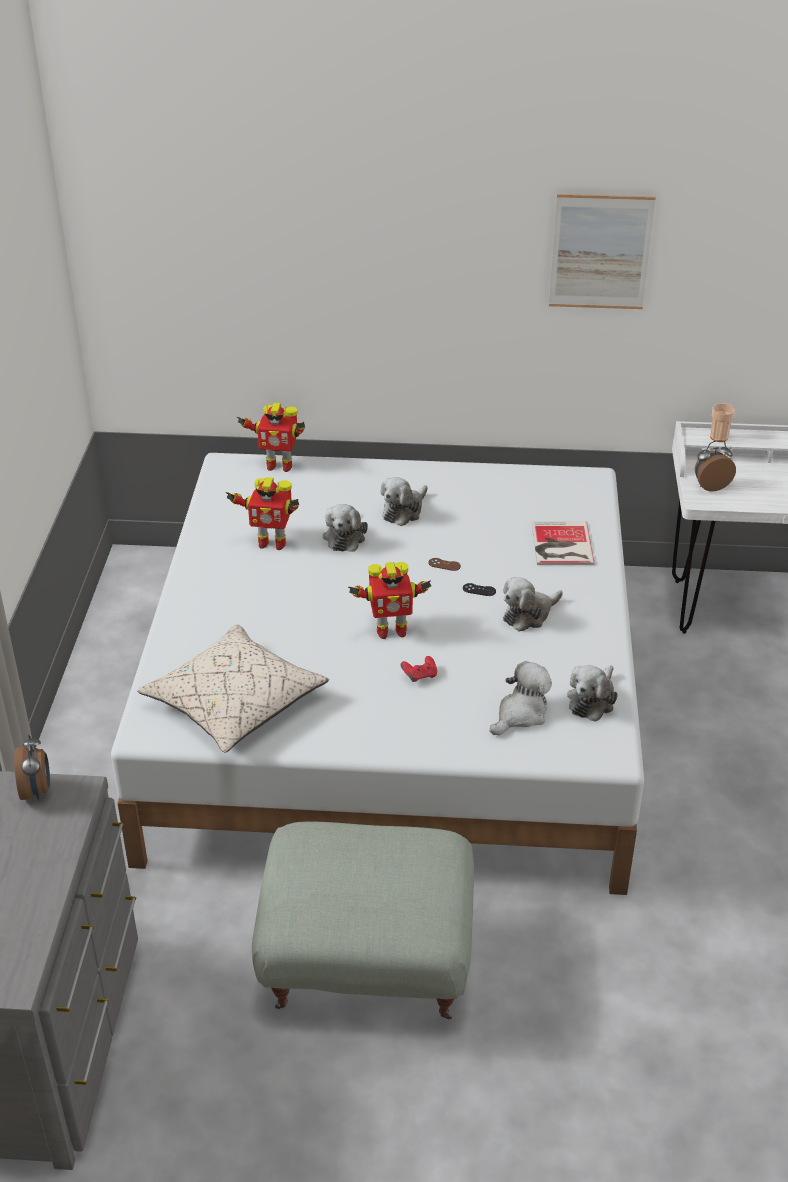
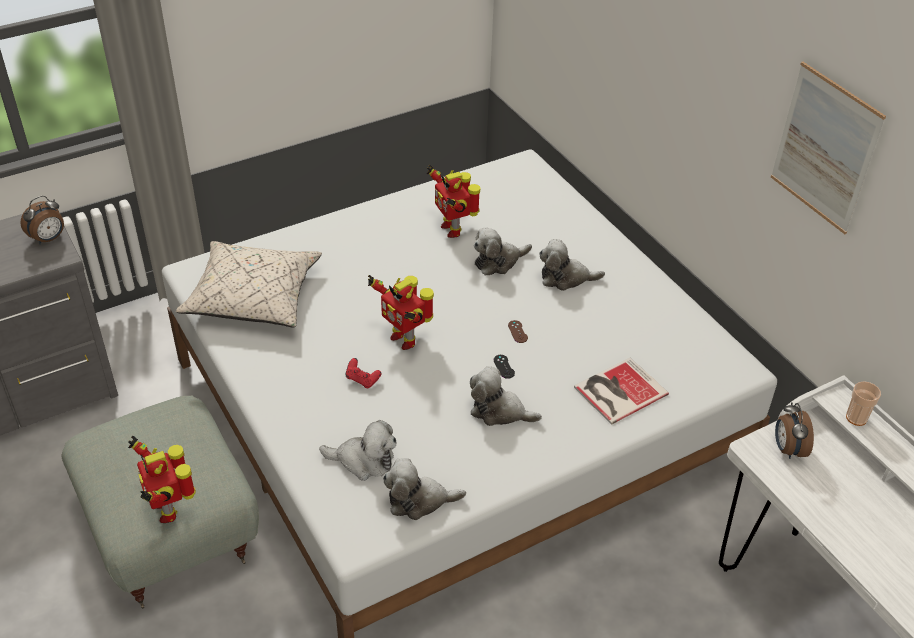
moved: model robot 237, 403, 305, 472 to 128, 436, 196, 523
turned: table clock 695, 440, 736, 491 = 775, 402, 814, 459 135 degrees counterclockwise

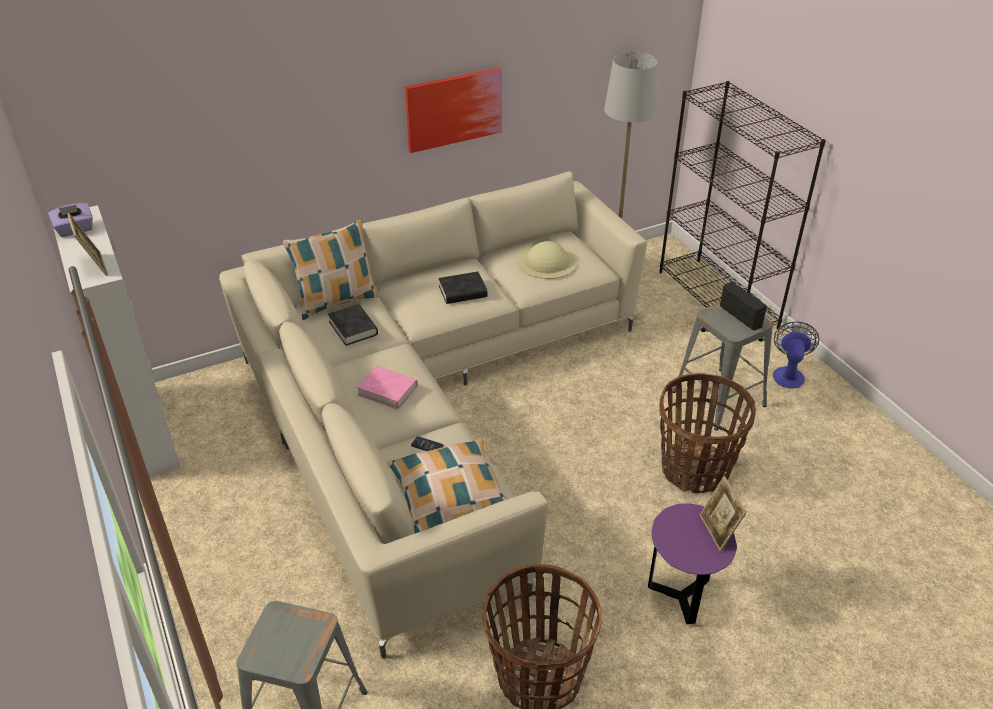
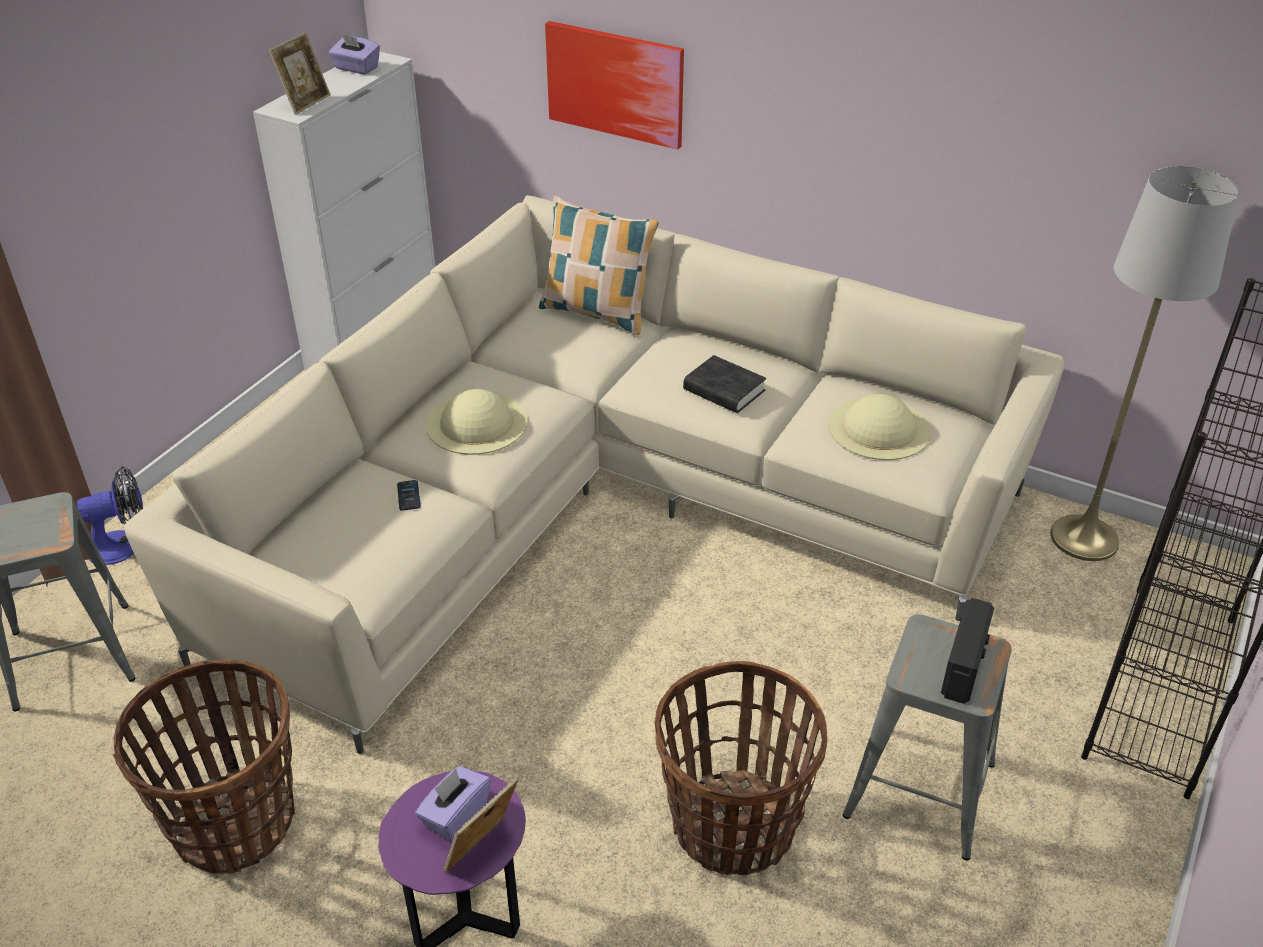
removed: black-coloured volume 328, 304, 378, 346; pillow 387, 439, 507, 533
added: purple tissue box 415, 766, 491, 841
moved: cooling fan 773, 322, 819, 389 to 77, 466, 143, 565; wall picture 405, 68, 502, 153 to 545, 21, 684, 150
replaced: pinkish volume 357, 366, 418, 410 to beige-coloured wearable hat 426, 389, 527, 455

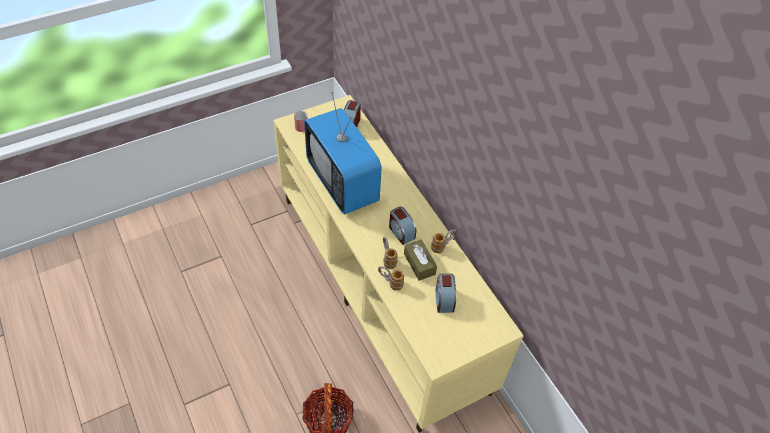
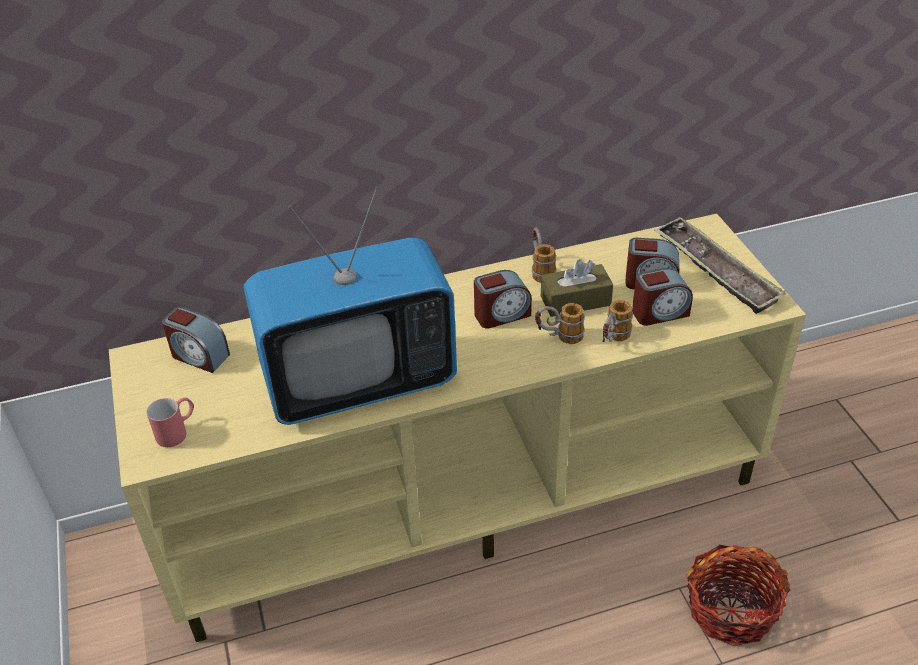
added: table clock 632, 268, 693, 326; serving tray 654, 217, 786, 314

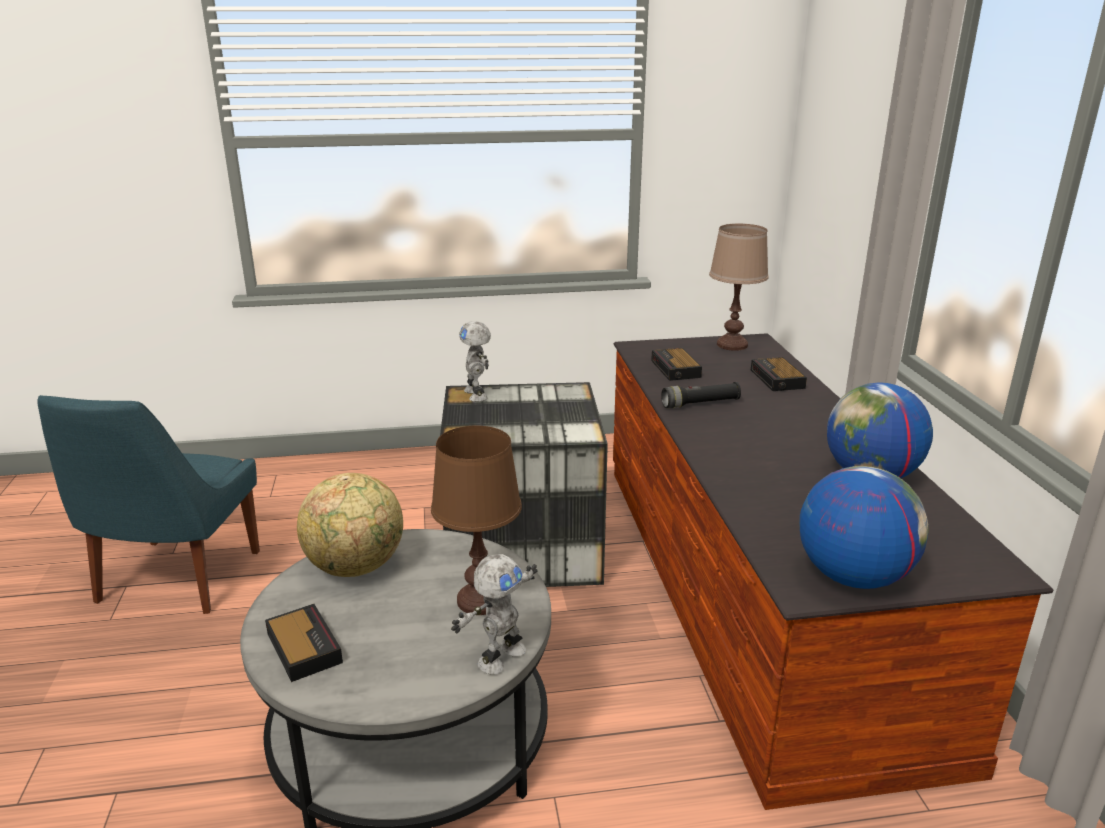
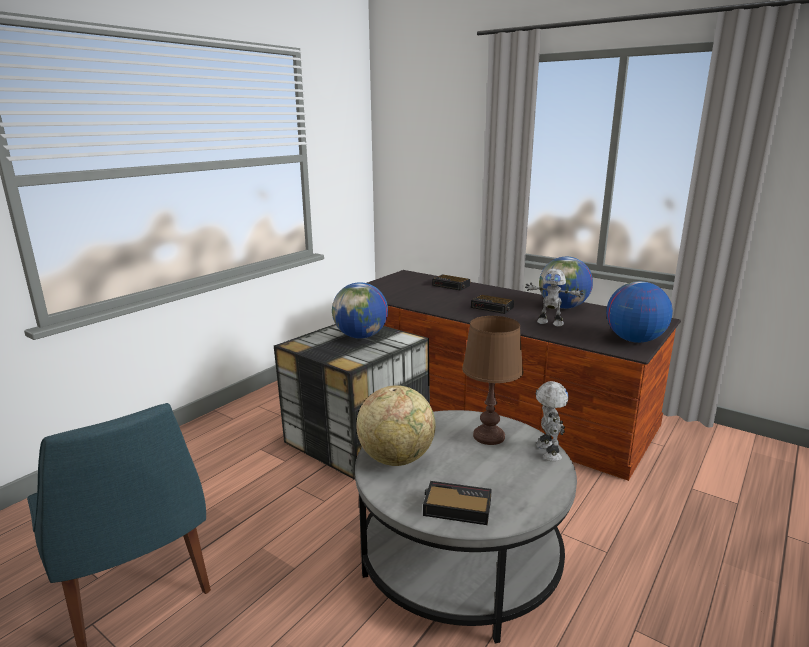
removed: black-coloured torch 661, 382, 741, 408; brown table lamp 709, 224, 769, 351
added: globe 332, 282, 388, 339
moved: table clock 651, 348, 702, 381 to 471, 295, 514, 314; model robot 459, 321, 491, 402 to 525, 269, 584, 326

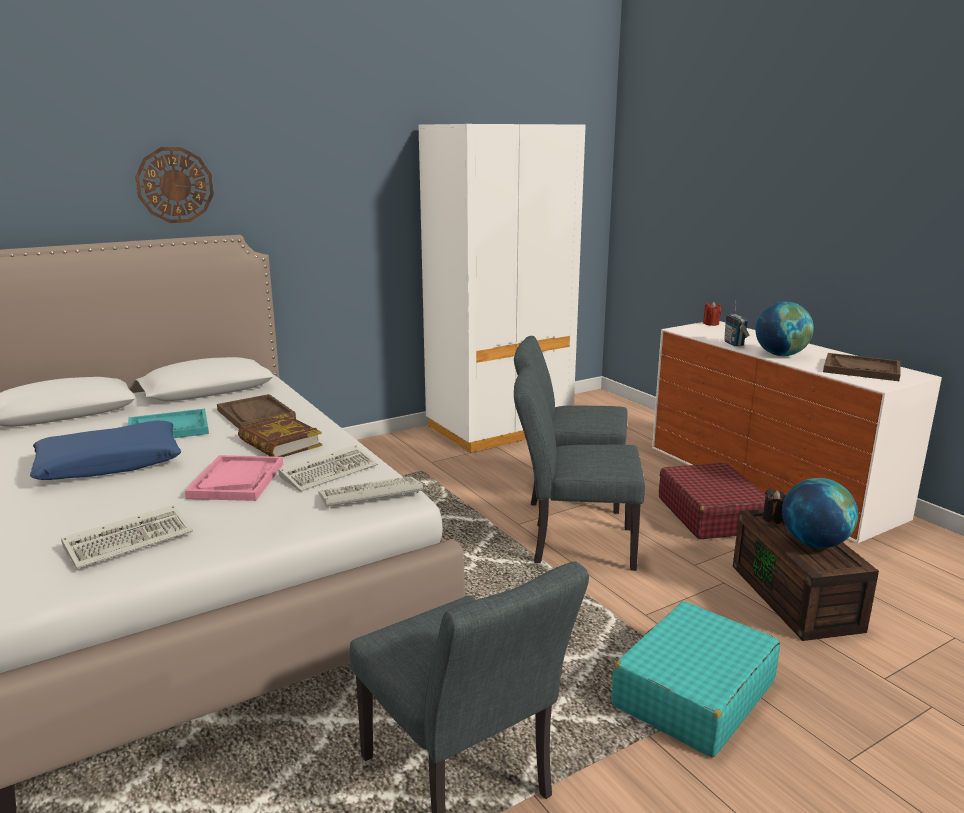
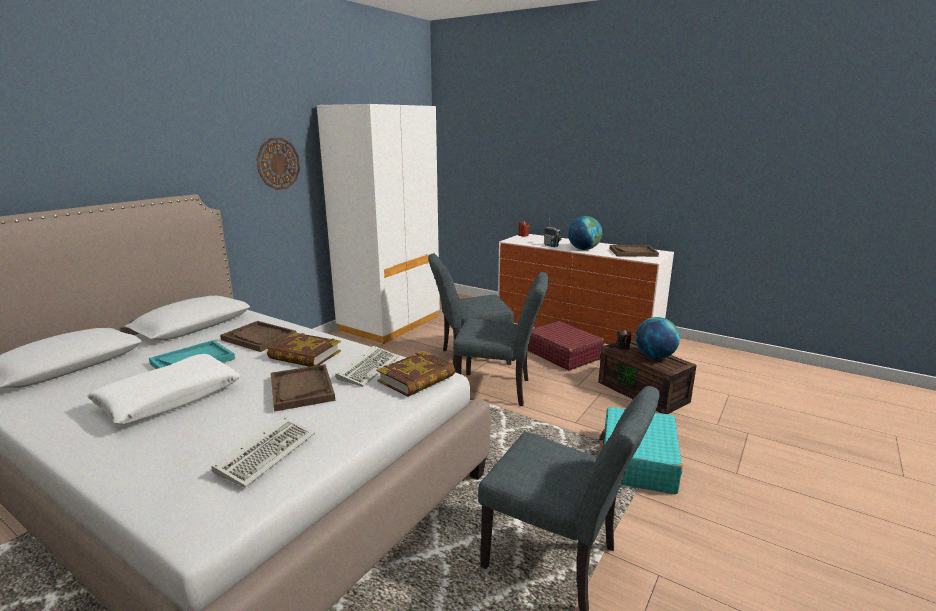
moved: wall clock 135, 147, 214, 223 to 257, 138, 300, 190
replaced: computer keyboard 318, 476, 423, 508 to volume 377, 351, 455, 397
recoloured: bluish pillow 30, 421, 181, 480 to white-coloured pillow 87, 354, 241, 425; pinkish serving tray 185, 455, 283, 501 to brown serving tray 271, 364, 335, 412
turned: greyish plain chair 514, 367, 645, 571 = 453, 272, 548, 406 150 degrees counterclockwise

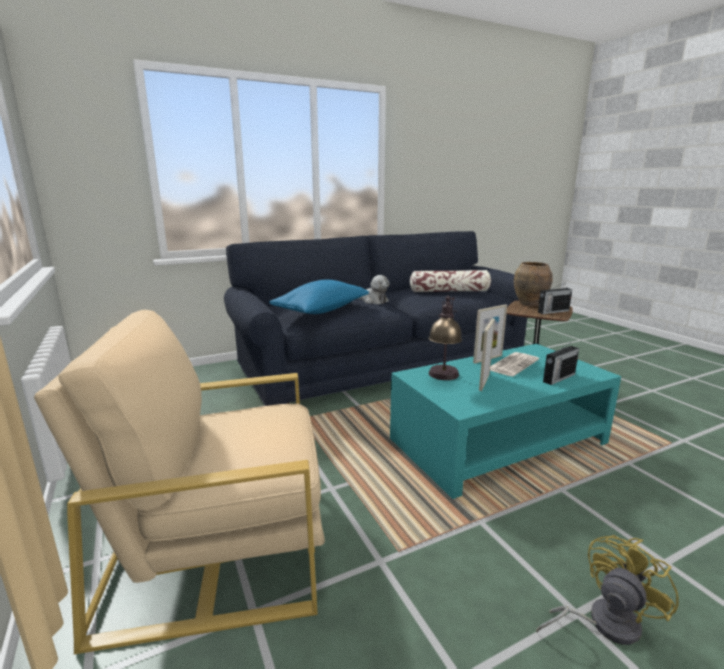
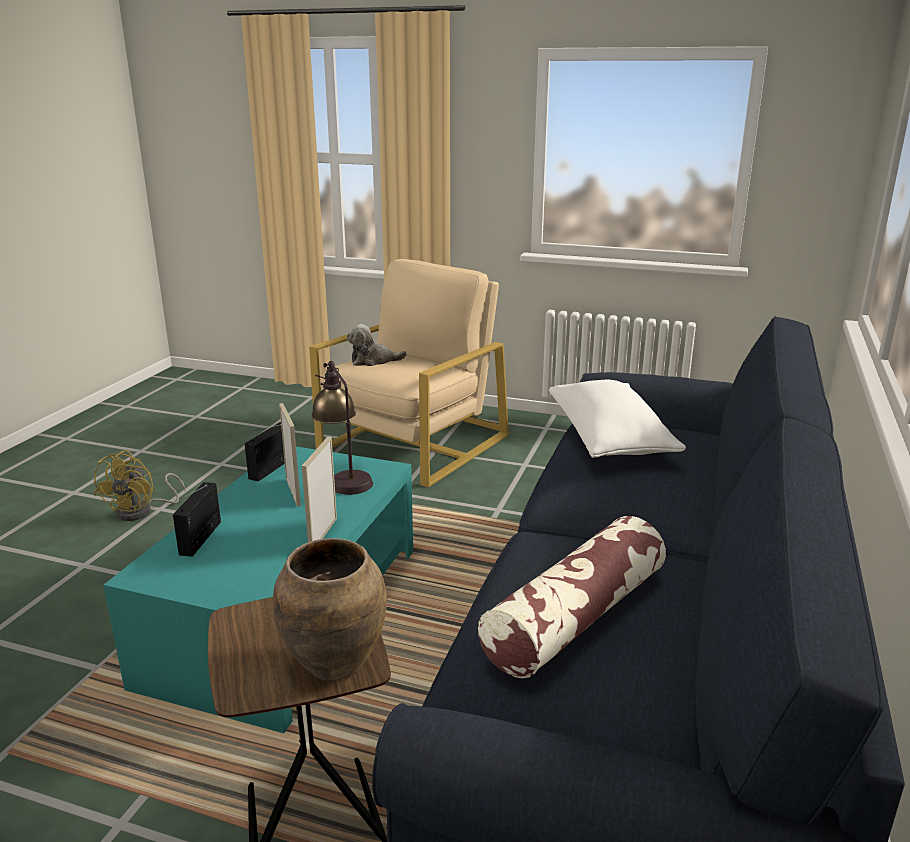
removed: newspaper 490, 352, 539, 376
moved: radio 538, 283, 572, 314 to 244, 422, 285, 482; soft toy 358, 275, 390, 304 to 347, 324, 407, 366
recoloured: bluish pillow 269, 280, 369, 314 to white-coloured pillow 549, 380, 686, 458

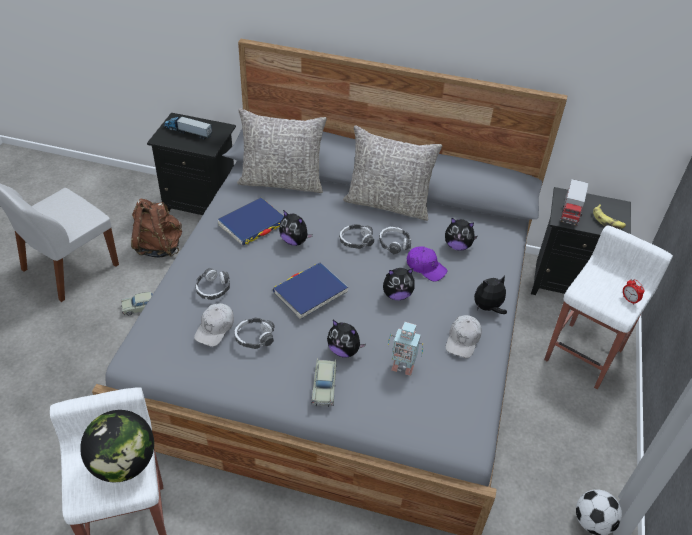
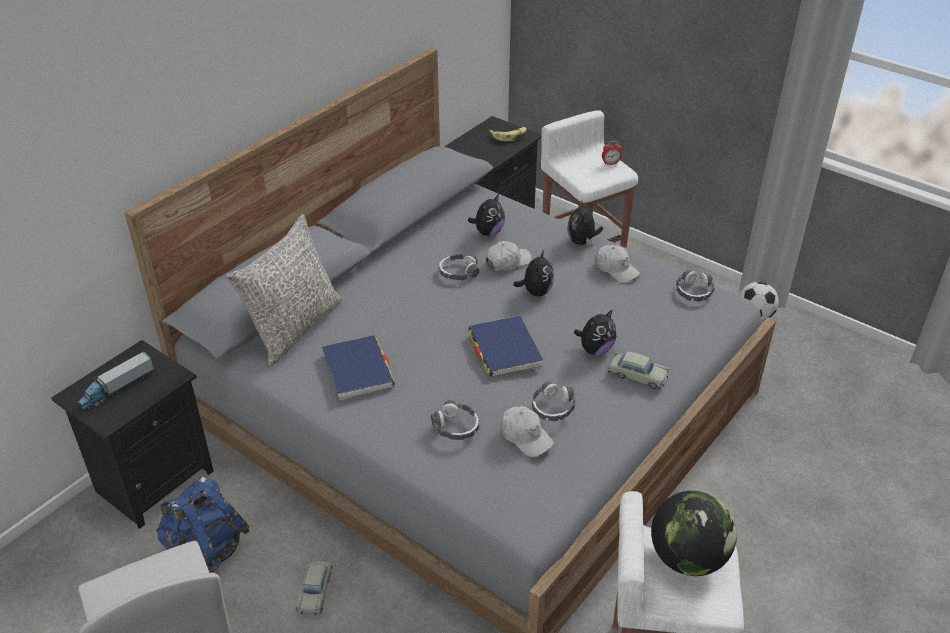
removed: soft toy 279, 210, 313, 246; greyish pillow 343, 125, 442, 221; model robot 388, 322, 423, 376; toy truck 560, 179, 589, 226
moved: headset 339, 224, 374, 249 to 676, 270, 715, 302
recoloured: brown knapsack 131, 199, 182, 258 to bluish knapsack 156, 476, 249, 573; purple cap 407, 246, 448, 281 to white-coloured cap 486, 241, 532, 271

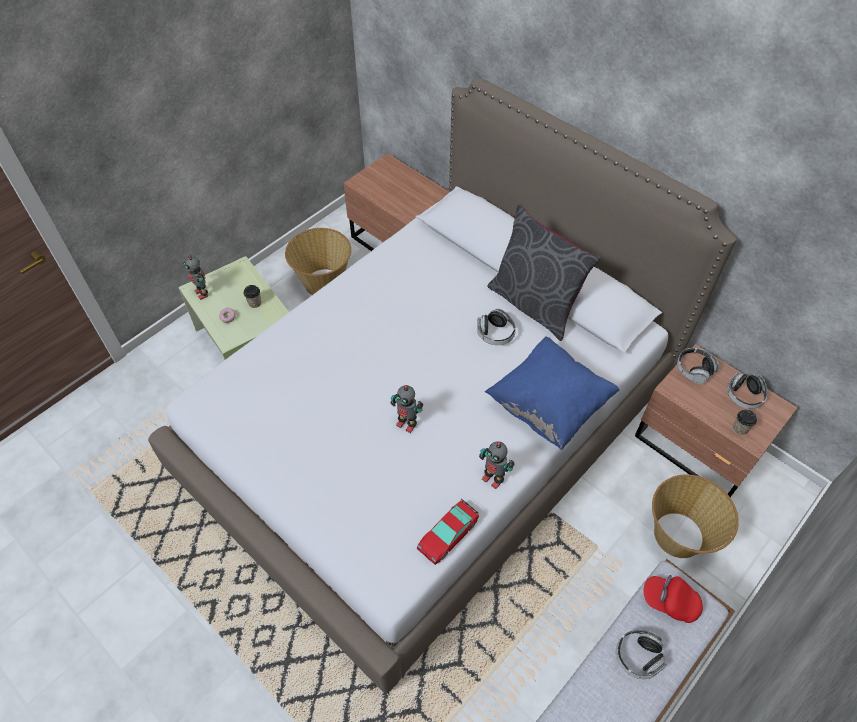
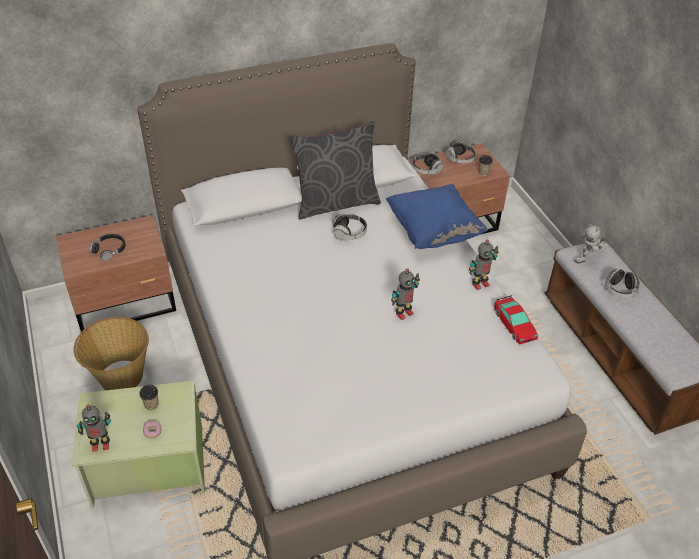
removed: household basket 652, 474, 739, 558
added: black-coloured headset 89, 234, 125, 261
replaced: red cap 643, 575, 703, 623 to model robot 575, 224, 607, 264

